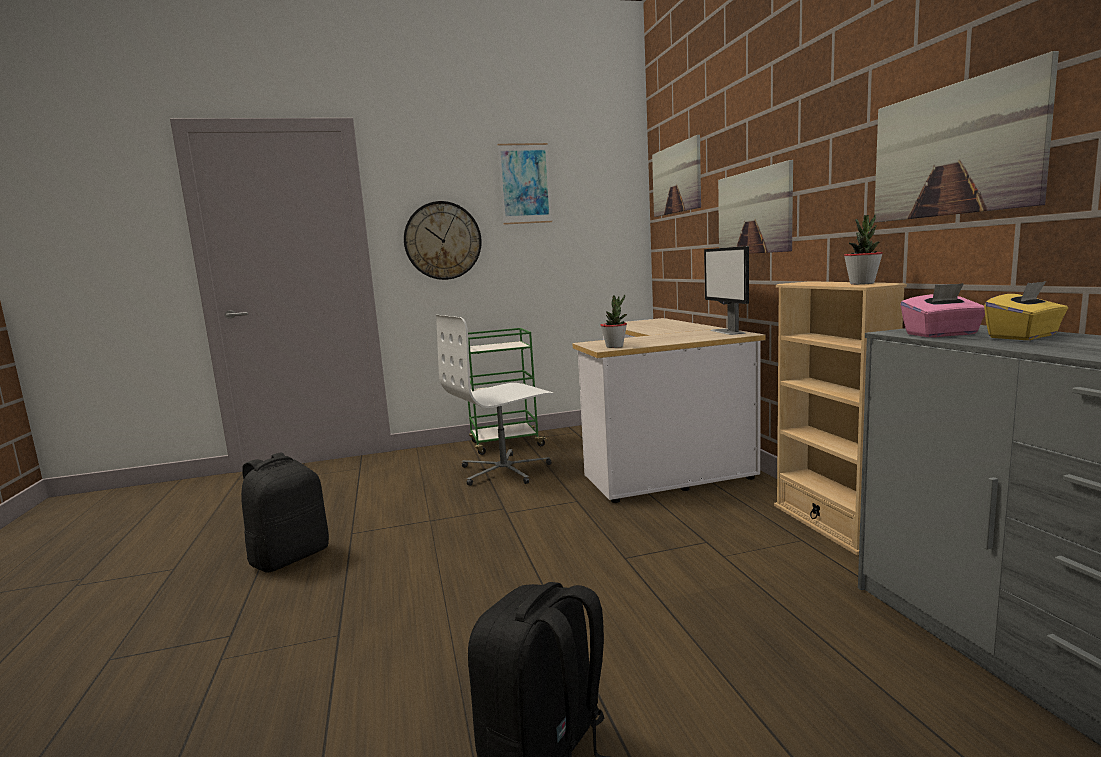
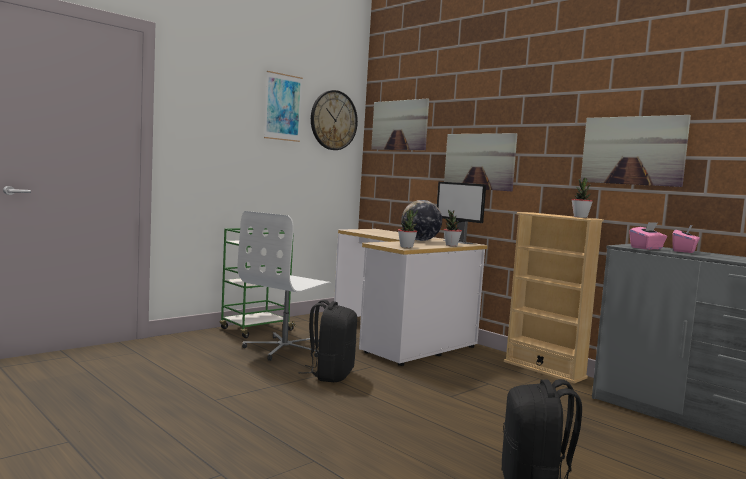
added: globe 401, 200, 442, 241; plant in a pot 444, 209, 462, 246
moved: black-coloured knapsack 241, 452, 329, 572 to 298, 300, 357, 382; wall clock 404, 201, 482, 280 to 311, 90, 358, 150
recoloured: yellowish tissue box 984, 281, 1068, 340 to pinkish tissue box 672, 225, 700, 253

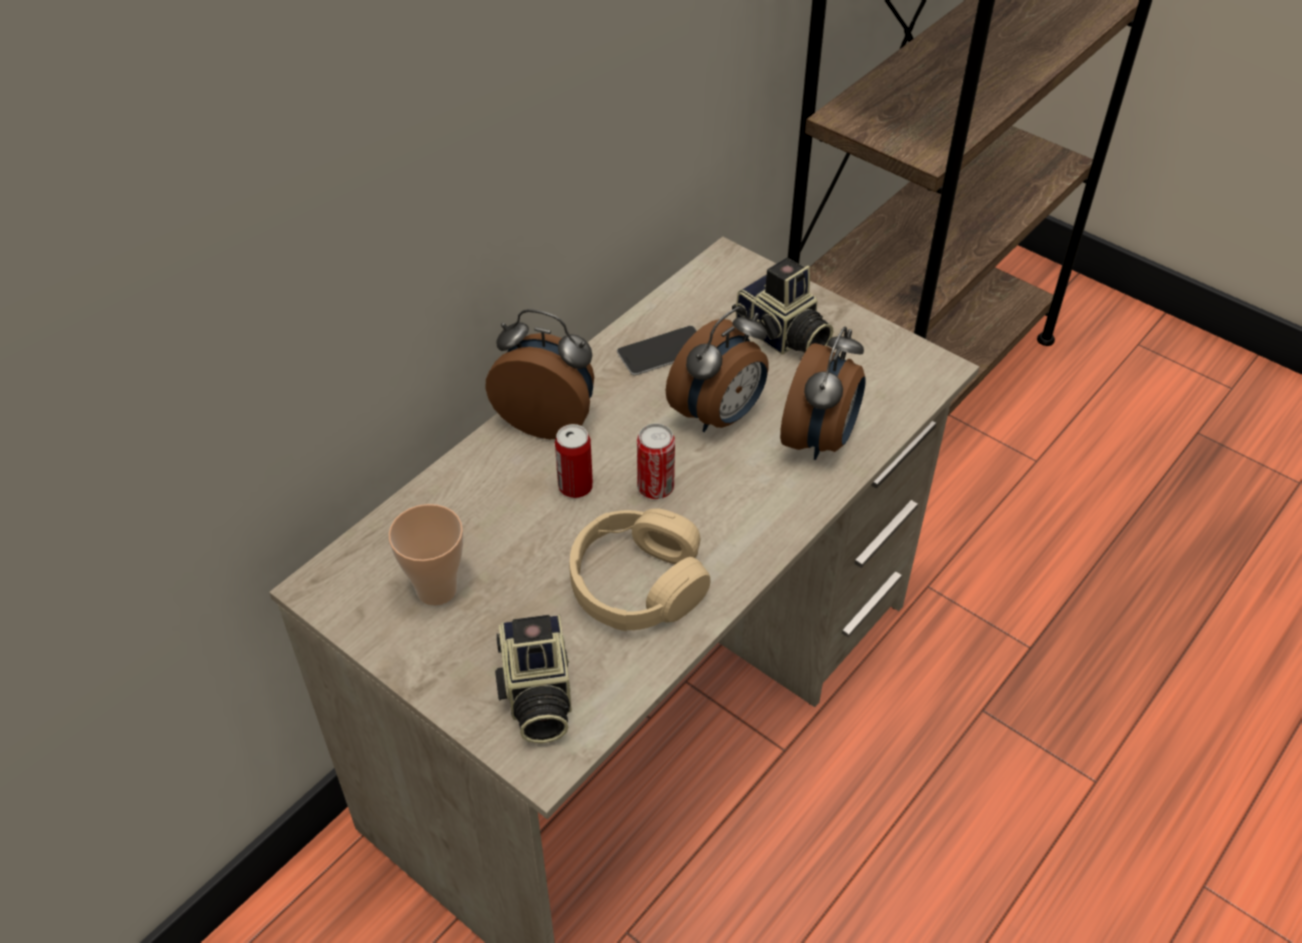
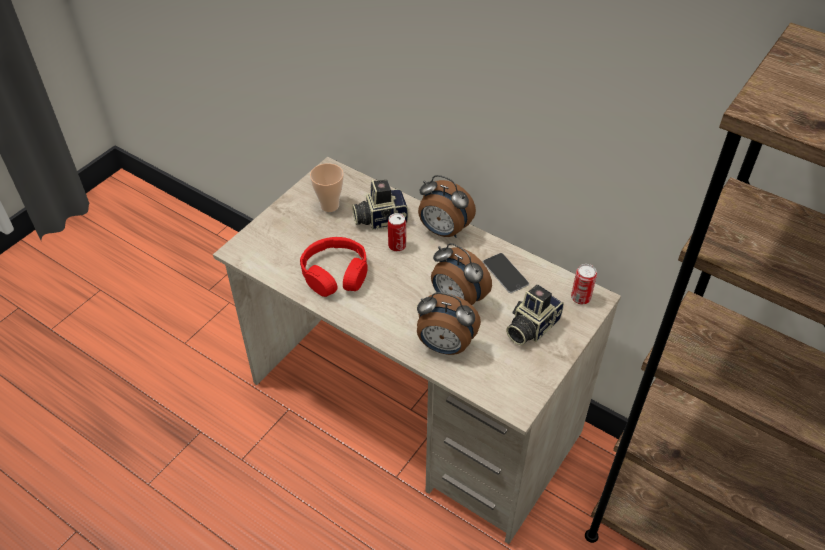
moved: still camera 495, 615, 572, 744 to 352, 180, 409, 230; metal can 637, 424, 675, 499 to 571, 264, 597, 305
recoloured: beige-coloured headset 570, 508, 710, 631 to red headset 300, 237, 368, 297
turned: table clock 485, 309, 594, 439 = 418, 175, 476, 238 105 degrees clockwise

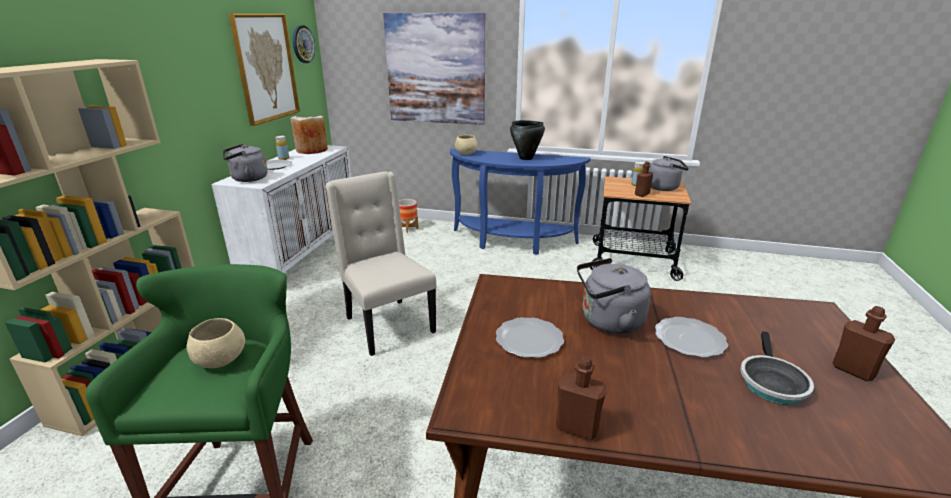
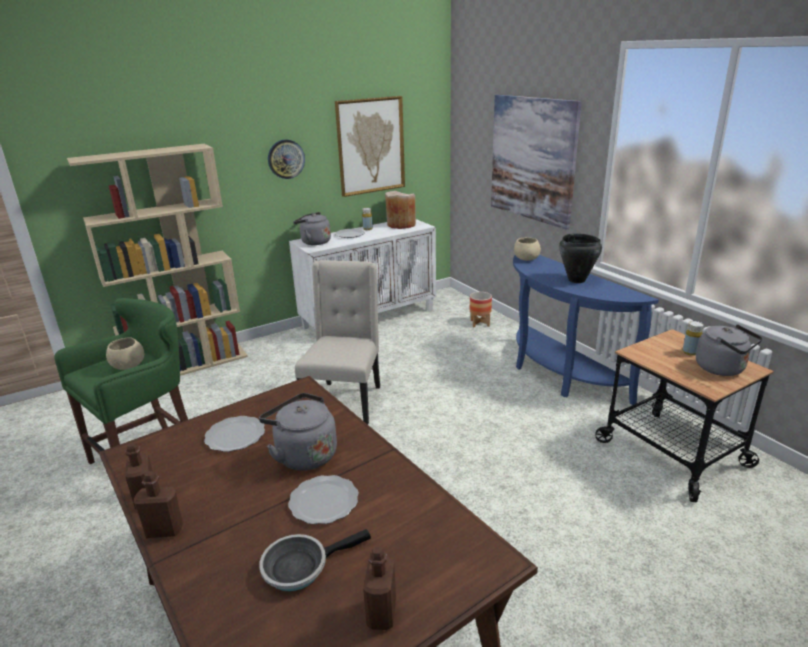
moved: brown bottle 635, 162, 653, 197 to 134, 471, 183, 538; wall clock 293, 25, 315, 63 to 268, 139, 305, 179

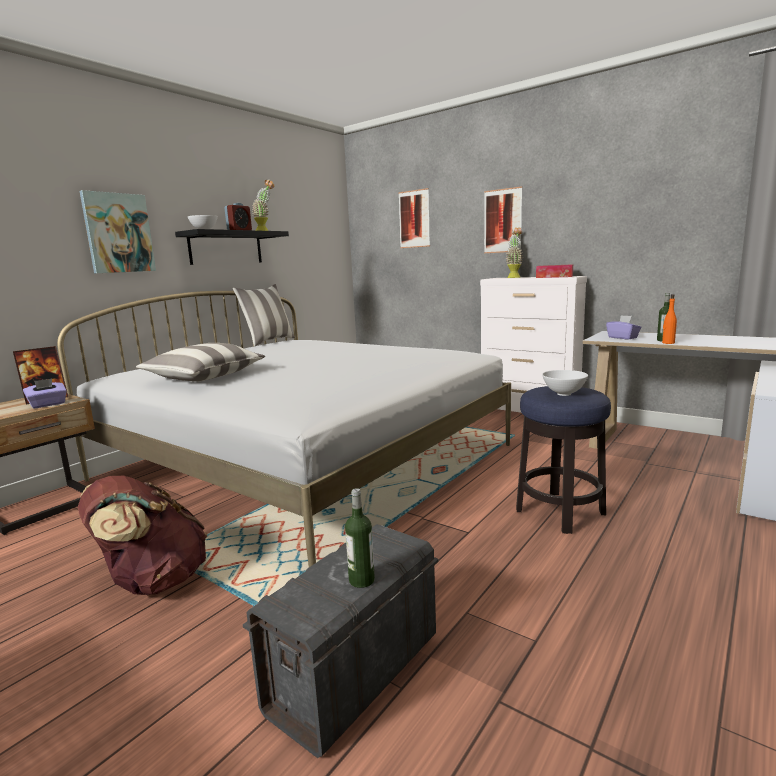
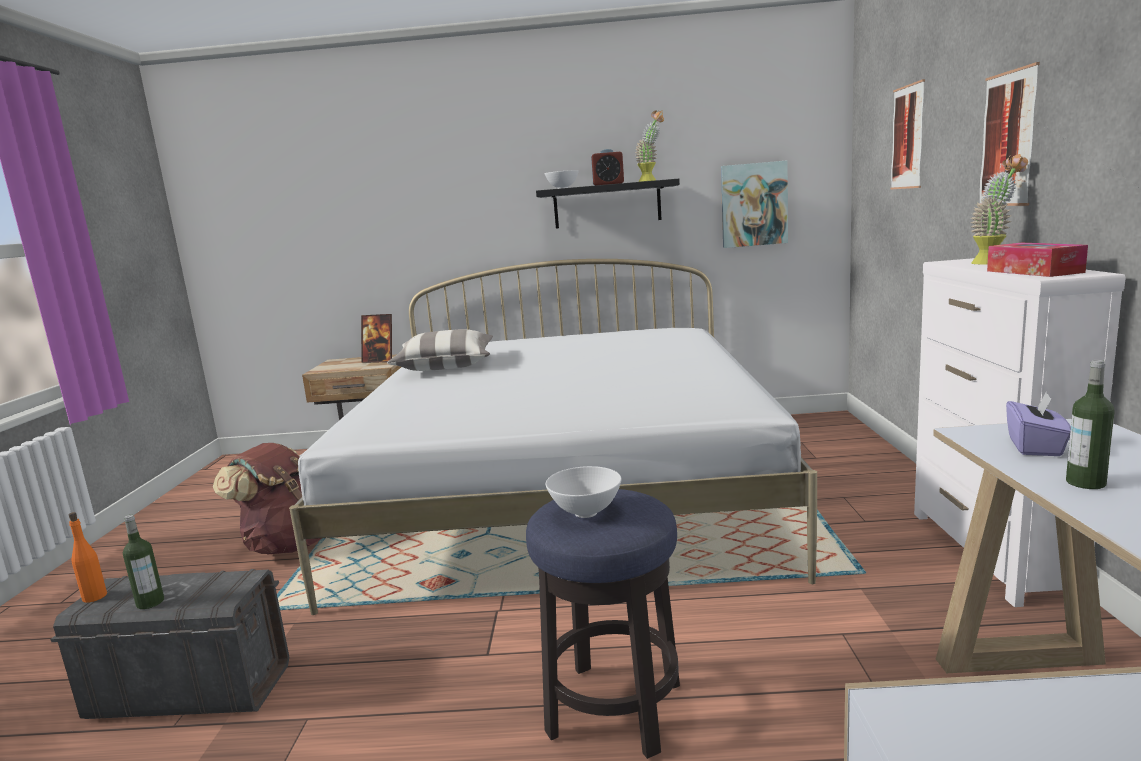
removed: purple tissue box 23, 378, 67, 409; pillow 233, 284, 295, 346
moved: orange-coloured bottle 662, 294, 677, 344 to 69, 512, 107, 603; wall picture 80, 190, 156, 273 to 721, 160, 788, 248

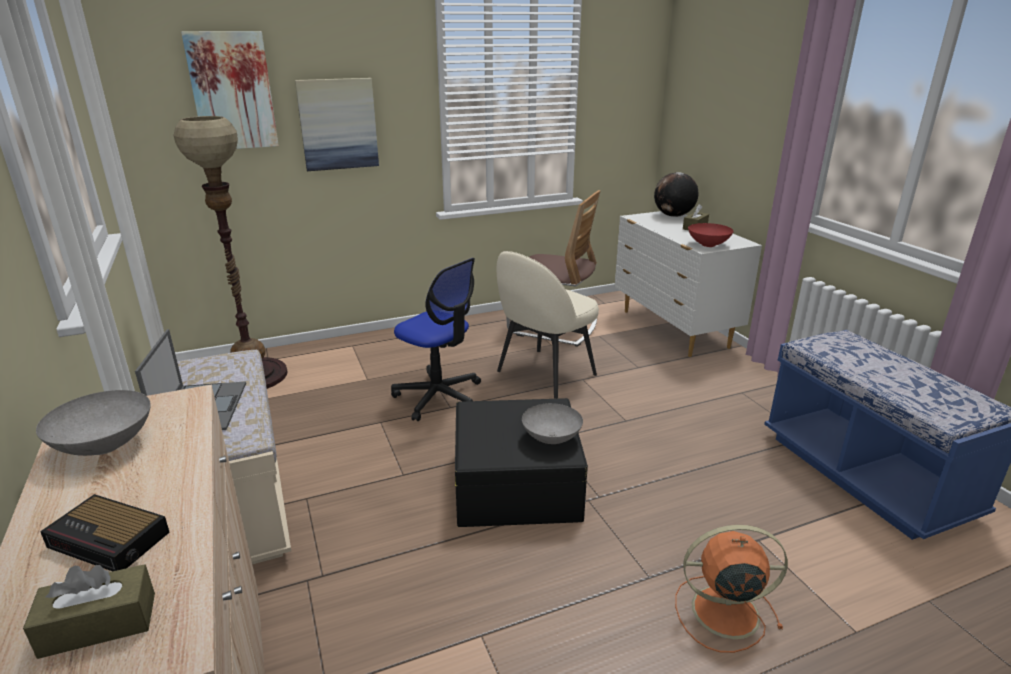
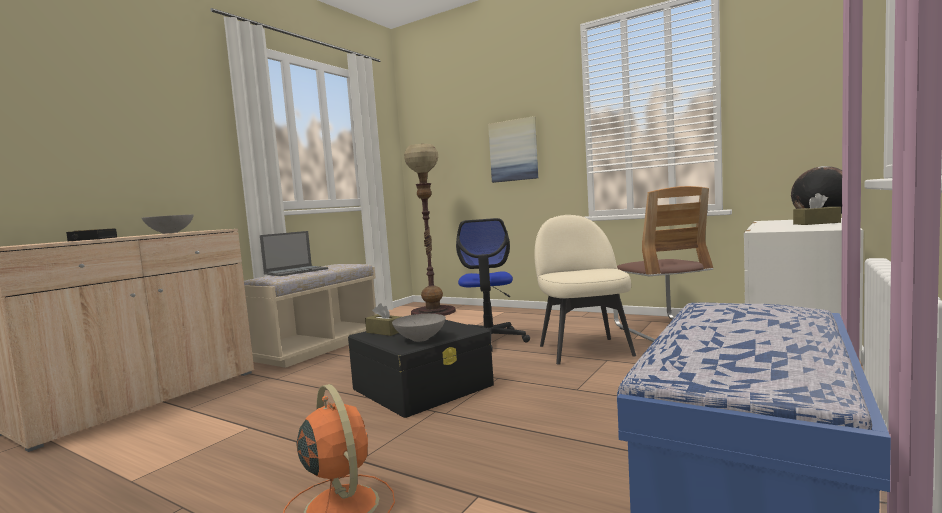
removed: wall picture 181, 31, 279, 149; red deep dish 688, 223, 734, 247
moved: brown tissue box 23, 564, 155, 659 to 365, 303, 401, 336
turned: beige-coloured plain chair 497, 251, 599, 399 = 534, 215, 636, 365 75 degrees clockwise

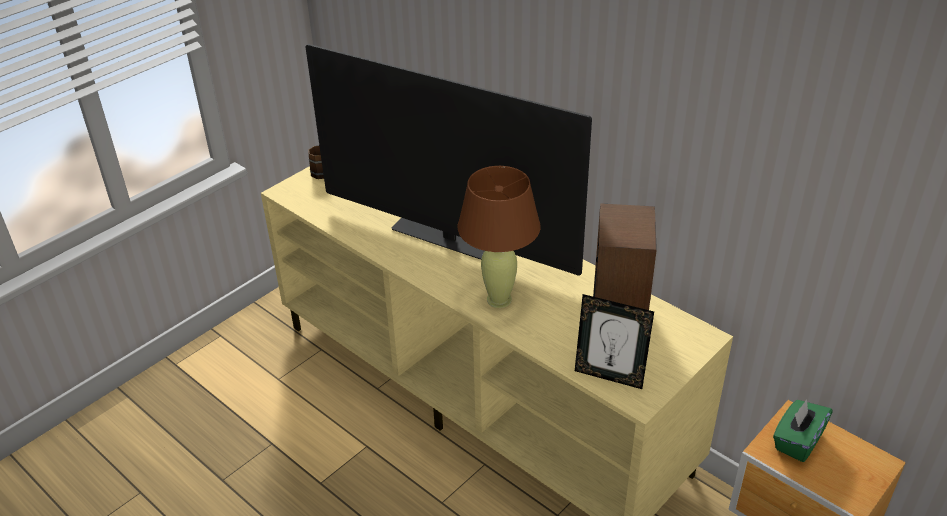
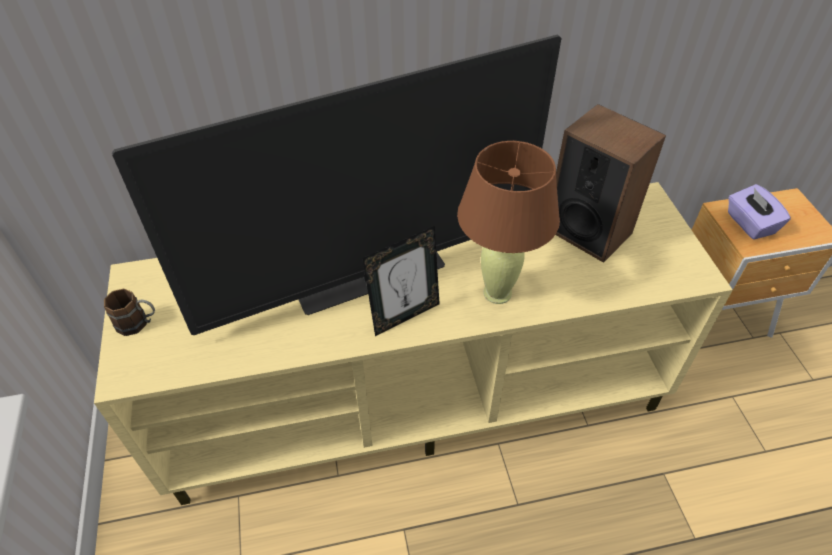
moved: photo frame 575, 294, 654, 389 to 362, 226, 440, 336
recoloured: greenish tissue box 773, 399, 832, 462 to purple tissue box 728, 184, 791, 240

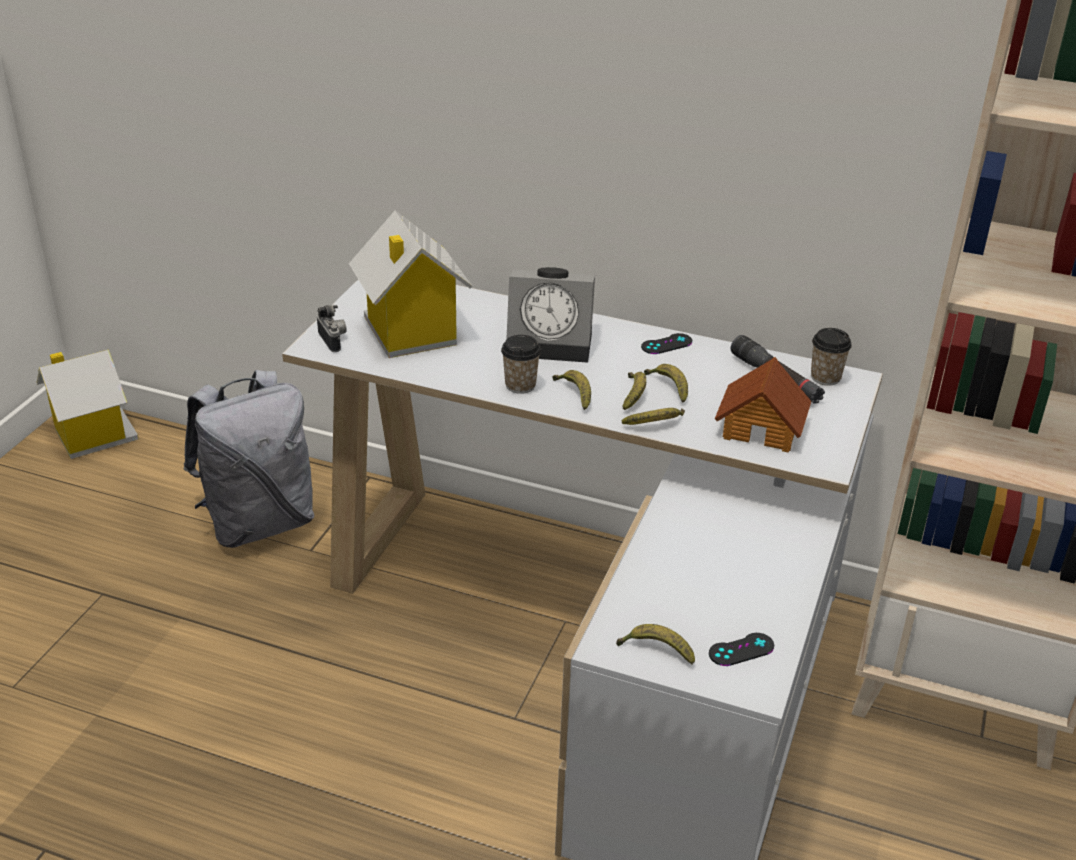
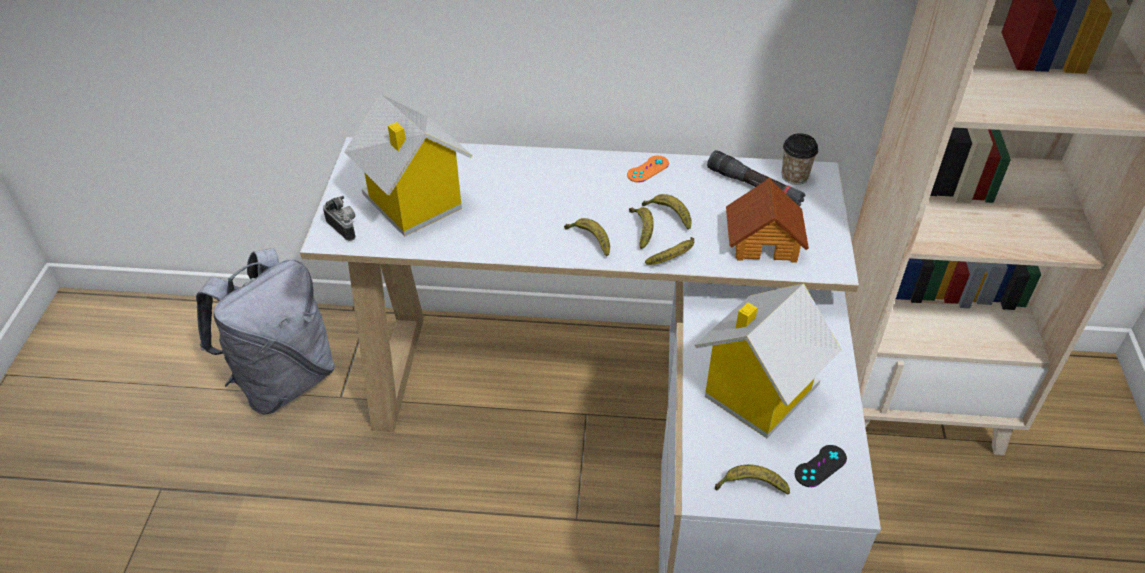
removed: small cup 501, 335, 541, 394; table clock 506, 267, 595, 363
moved: model house 37, 350, 139, 459 to 695, 283, 842, 438
recoloured: black-coloured joypad 641, 333, 692, 354 to orange-coloured joypad 627, 156, 669, 182

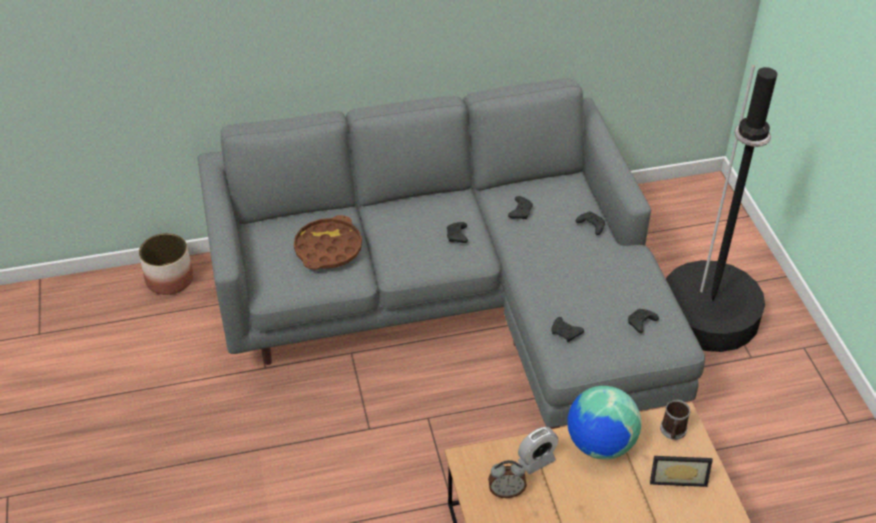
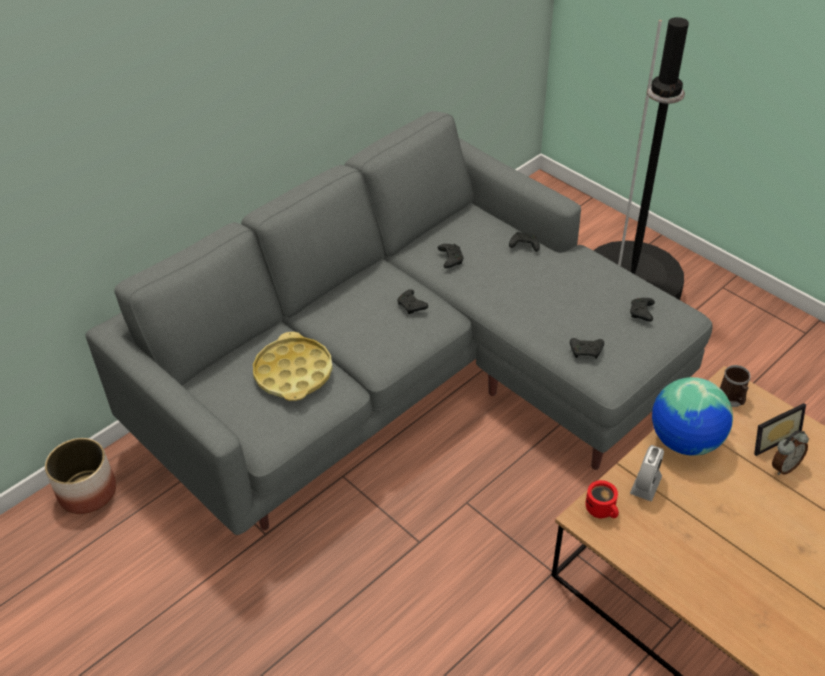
added: red mug 586, 480, 619, 518
moved: table clock 488, 460, 527, 498 to 772, 430, 809, 475
recoloured: brown serving tray 294, 215, 362, 270 to yellowish serving tray 253, 332, 333, 401

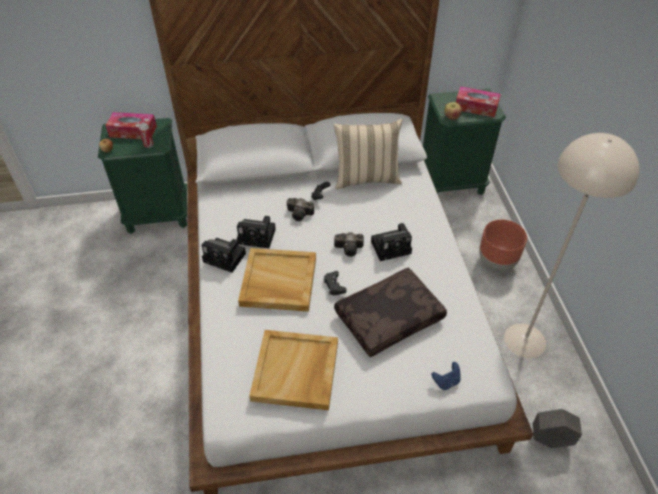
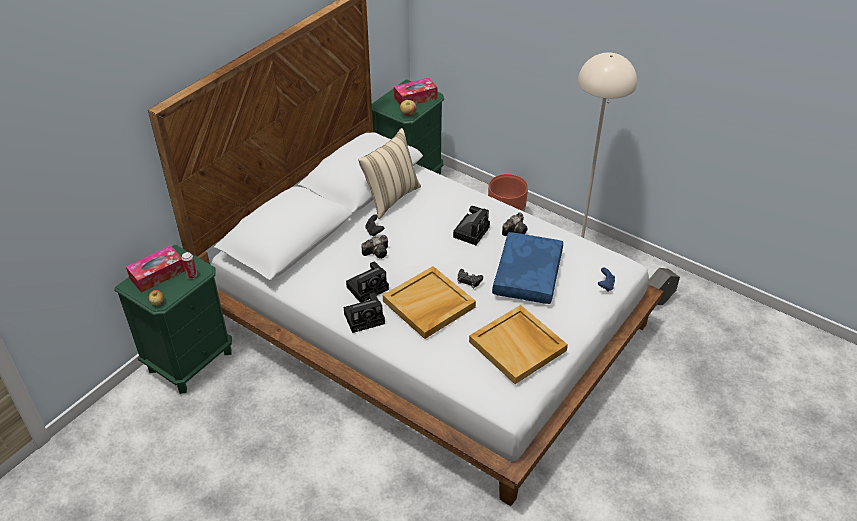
moved: still camera 334, 232, 364, 257 to 502, 212, 528, 236
recoloured: brown pillow 334, 267, 447, 357 to bluish pillow 492, 232, 563, 304

